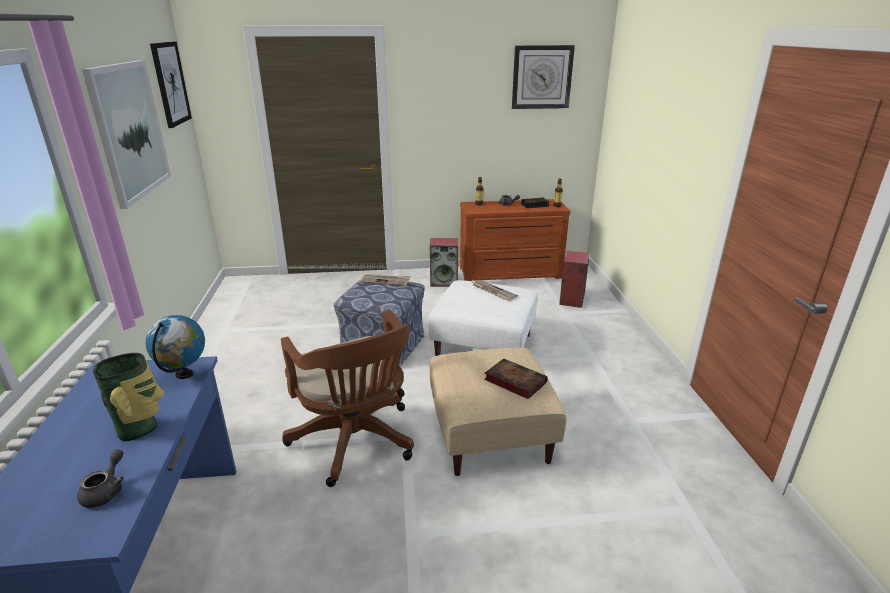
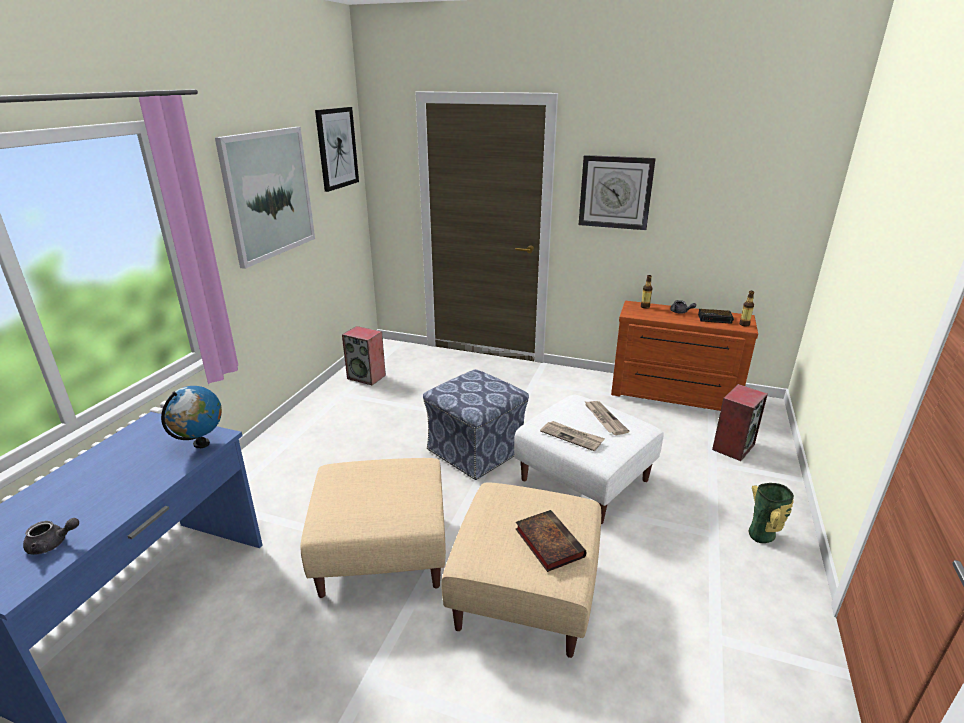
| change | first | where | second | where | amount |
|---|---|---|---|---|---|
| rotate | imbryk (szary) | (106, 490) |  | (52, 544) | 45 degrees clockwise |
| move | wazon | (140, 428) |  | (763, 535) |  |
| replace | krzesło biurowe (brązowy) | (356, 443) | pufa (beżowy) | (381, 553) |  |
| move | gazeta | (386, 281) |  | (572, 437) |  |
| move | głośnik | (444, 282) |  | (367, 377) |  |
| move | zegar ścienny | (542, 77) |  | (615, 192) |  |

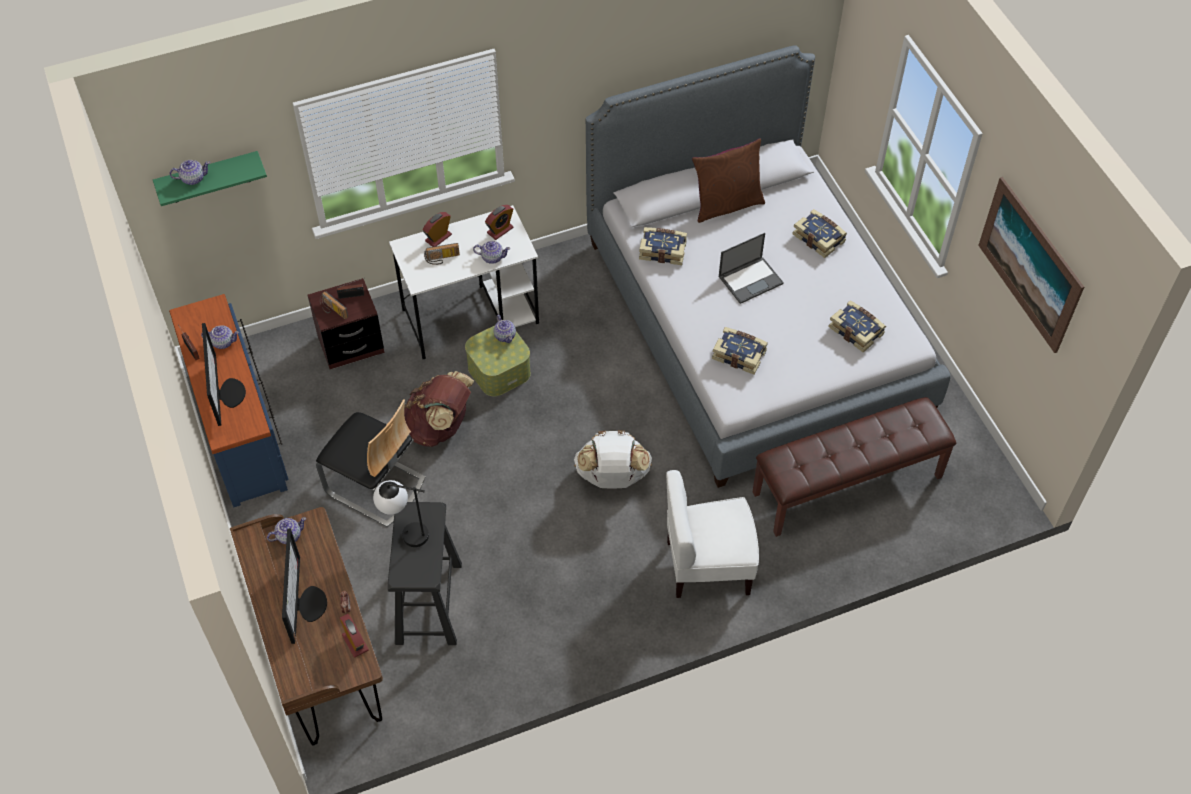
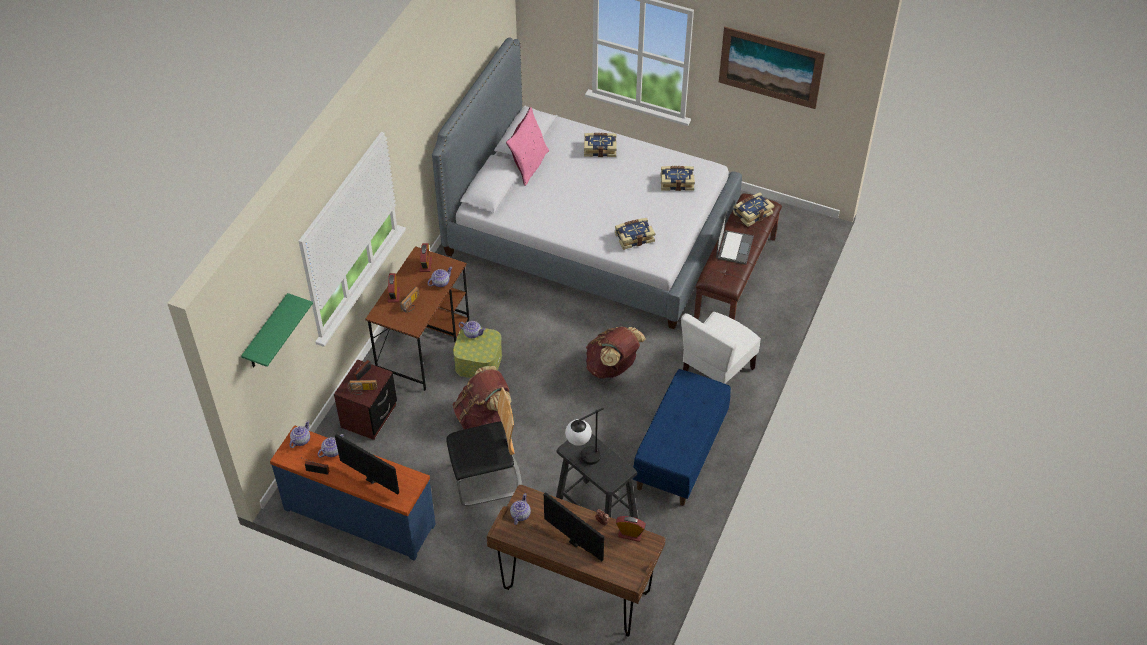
| change | first | where | second | where | amount |
|---|---|---|---|---|---|
| move | imbryk | (192, 178) |  | (300, 440) |  |
| recolor | biurko (biały) | (471, 316) | biurko (brązowy) | (424, 345) |  |
| recolor | plecak (biały) | (612, 476) | plecak (brązowy) | (612, 367) |  |
| move | książka | (663, 250) |  | (752, 213) |  |
| recolor | poduszka (brązowy) | (726, 204) | poduszka (różowy) | (528, 165) |  |
| move | laptop | (751, 279) |  | (734, 247) |  |
| insert |  |  | ławka (niebieski) | (680, 454) |  |

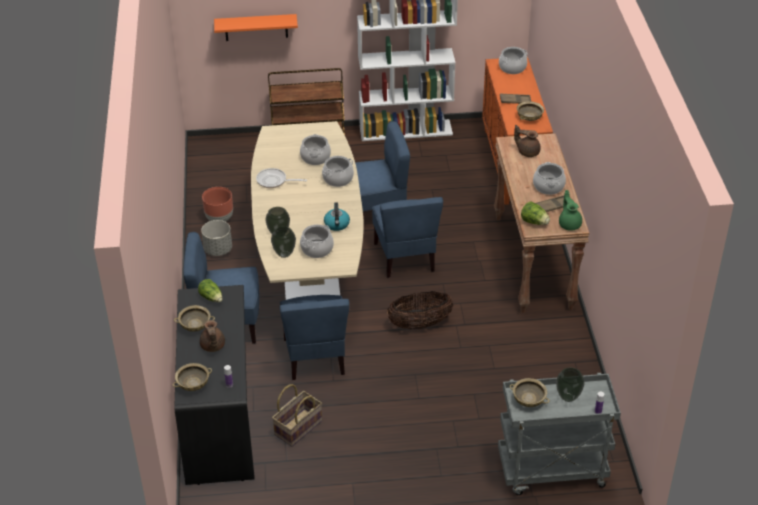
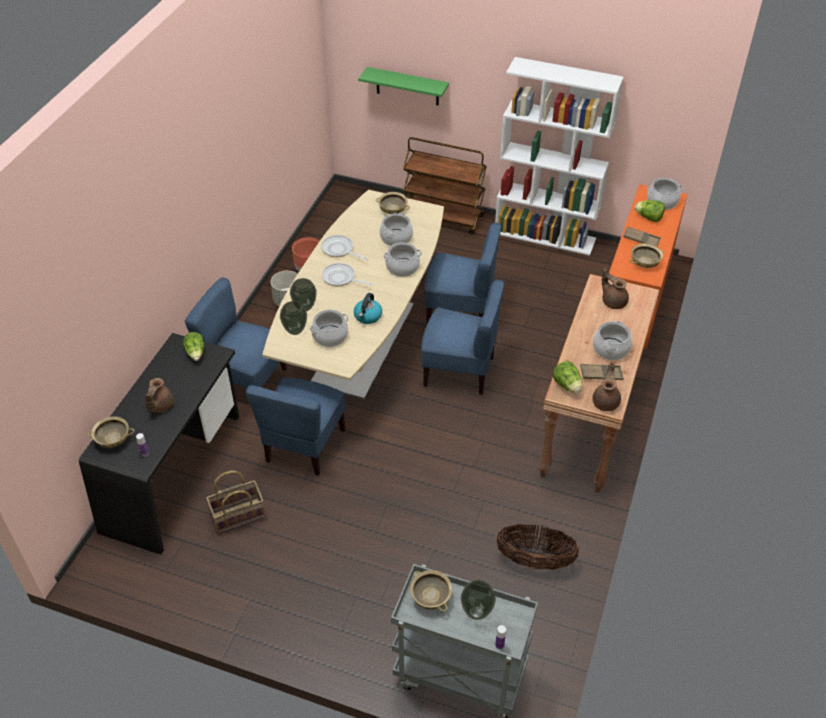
| change | first | where | second | where | amount |
|---|---|---|---|---|---|
| move | miska (beżowy) | (195, 326) |  | (393, 210) |  |
| recolor | półka (pomarańczowy) | (256, 27) | półka (zielony) | (407, 86) |  |
| rotate | krzesło (niebieski) | (405, 257) |  | (459, 371) | 90 degrees counterclockwise |
| move | koszyk | (419, 324) |  | (534, 560) |  |
| recolor | imbryk (zielony) | (569, 224) | imbryk (brązowy) | (606, 401) |  |
| insert |  |  | patelnia | (341, 278) |  |
| insert |  |  | sałata | (648, 218) |  |

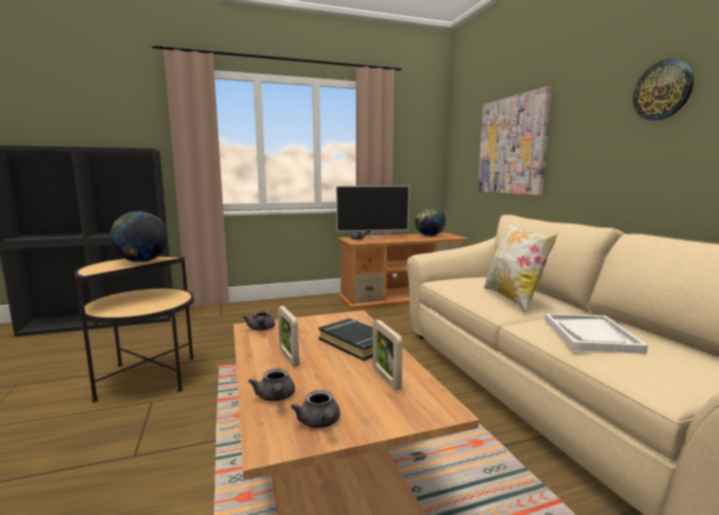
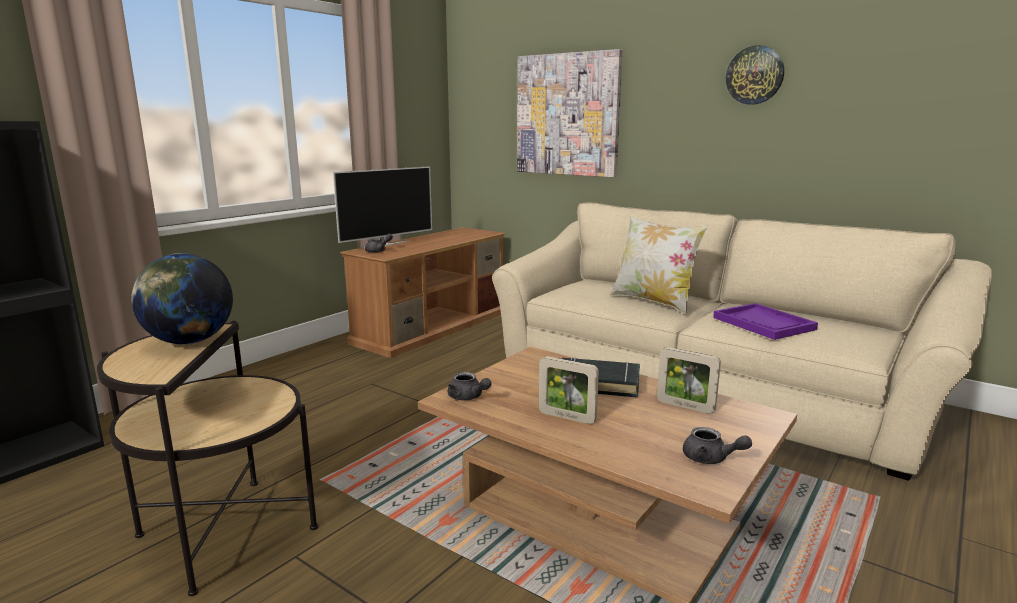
| change | first | where | second | where | amount |
|---|---|---|---|---|---|
| delete | imbryk (szary) | (275, 398) |  |  |  |
| delete | globus | (429, 236) |  |  |  |
| recolor | taca (biały) | (590, 335) | taca (fioletowy) | (764, 323) |  |

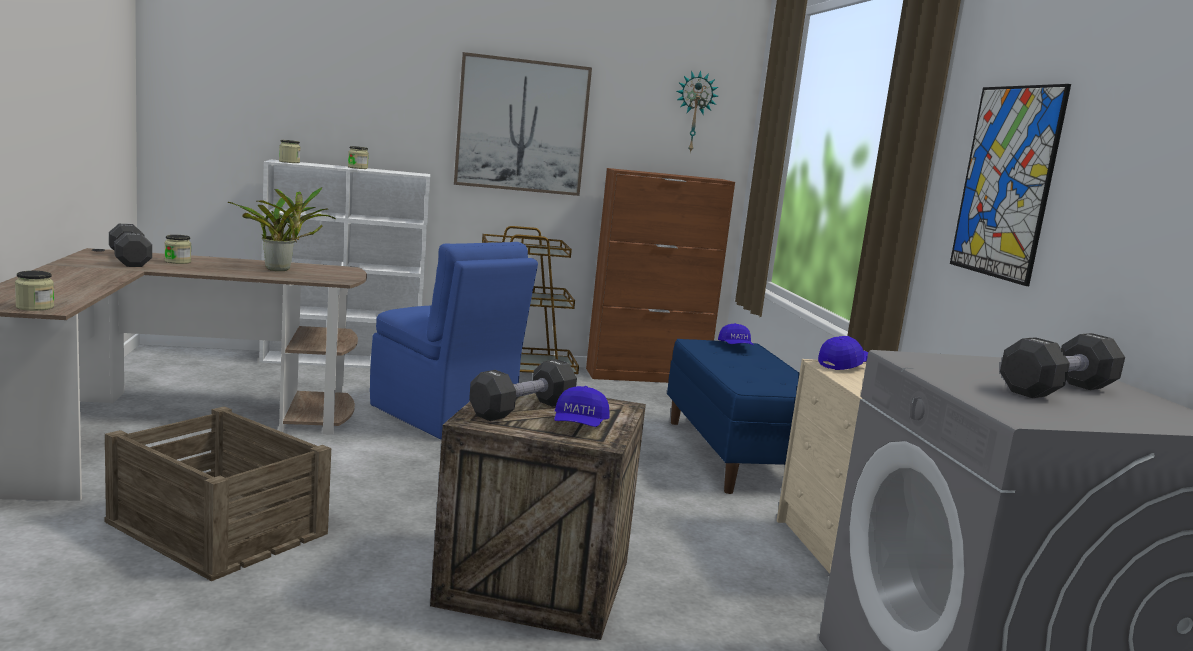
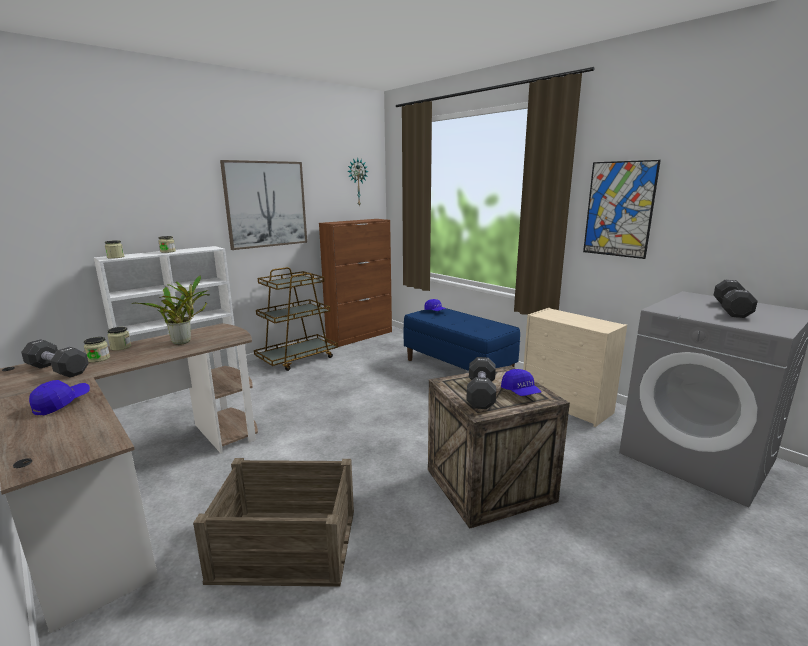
| change | first | where | second | where | amount |
|---|---|---|---|---|---|
| move | słoik | (35, 307) |  | (121, 347) |  |
| delete | krzesło (niebieski) | (443, 416) |  |  |  |
| move | czapka z daszkiem (niebieski) | (844, 365) |  | (62, 403) |  |

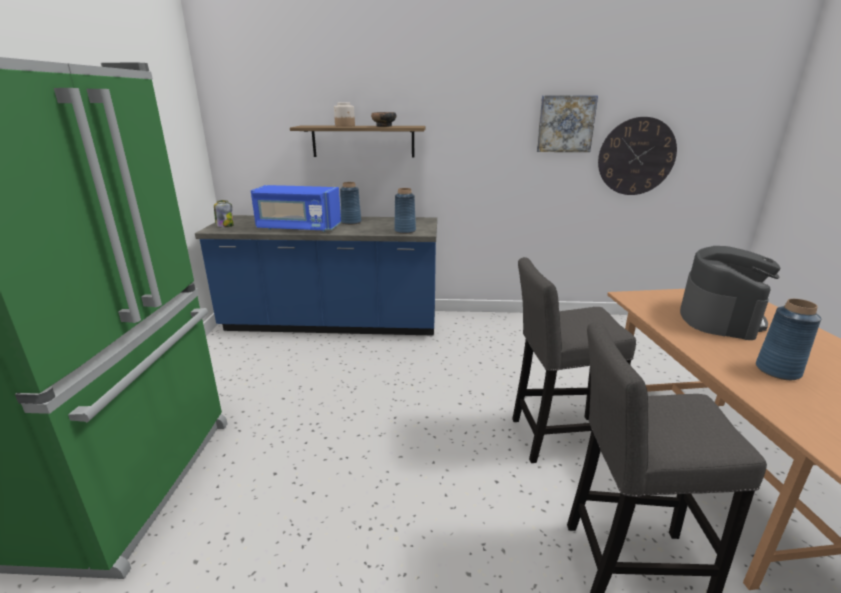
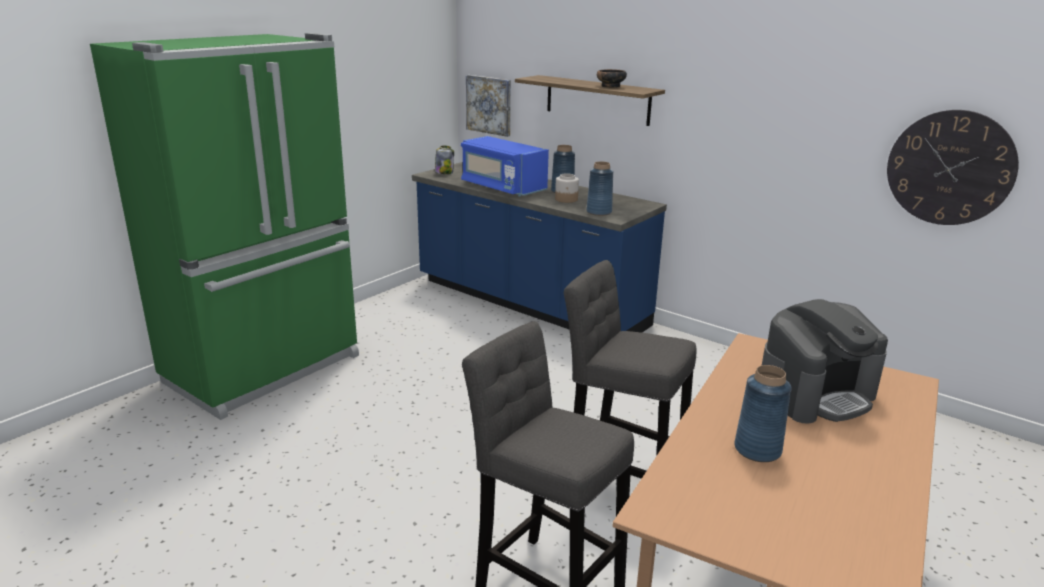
| change | first | where | second | where | amount |
|---|---|---|---|---|---|
| move | słoik | (345, 126) |  | (566, 199) |  |
| move | obraz | (565, 124) |  | (489, 105) |  |

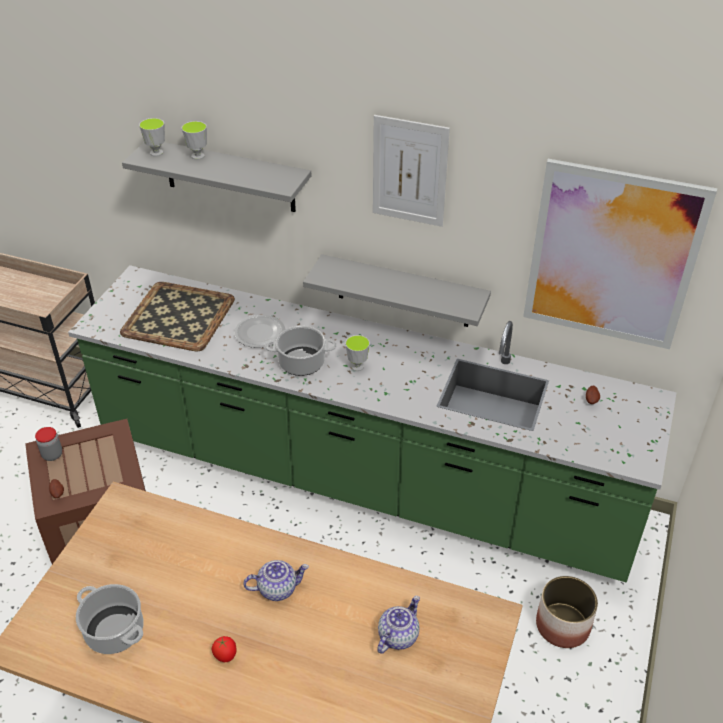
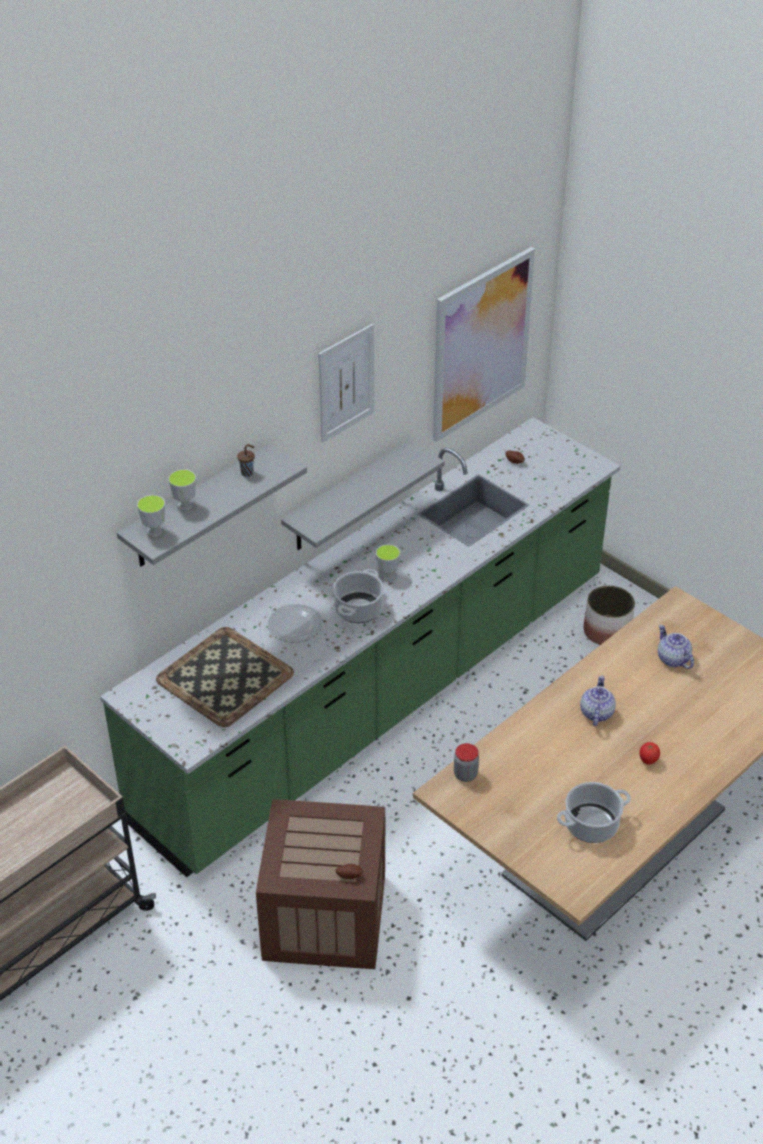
| change | first | where | second | where | amount |
|---|---|---|---|---|---|
| move | słoik | (52, 455) |  | (465, 774) |  |
| insert |  |  | filiżanka (brązowy) | (248, 473) |  |

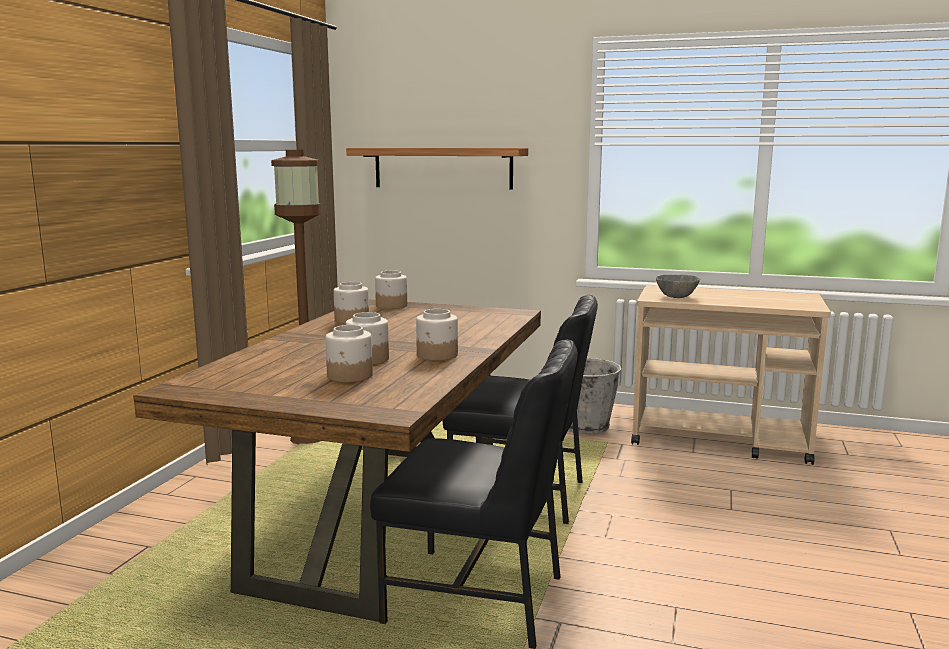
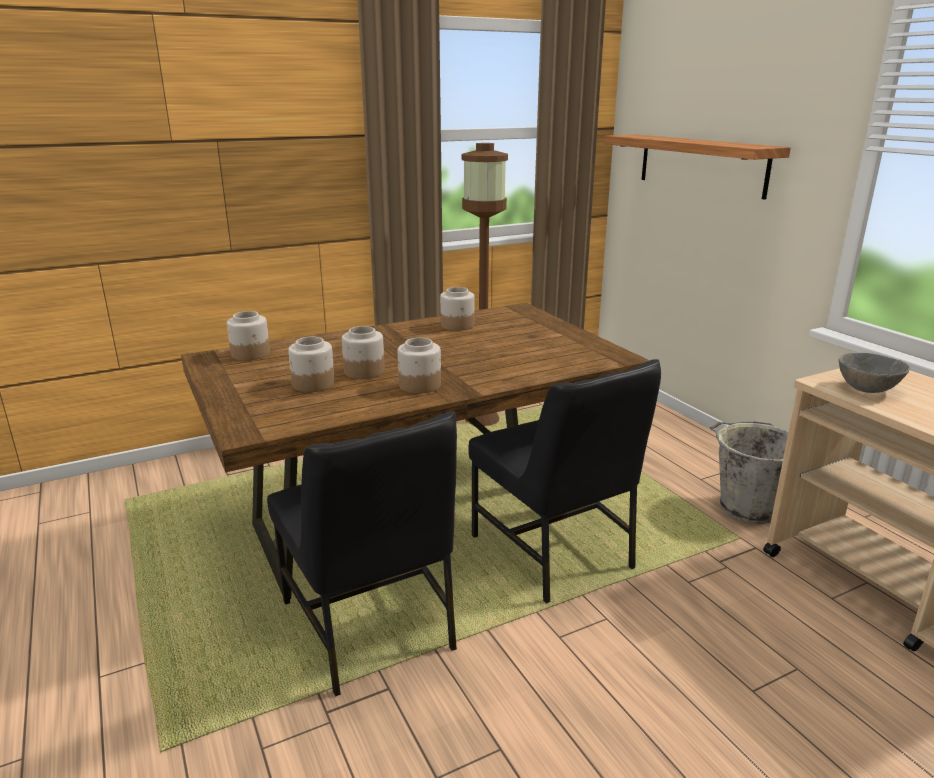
| change | first | where | second | where | amount |
|---|---|---|---|---|---|
| move | słoik | (392, 306) |  | (251, 354) |  |

